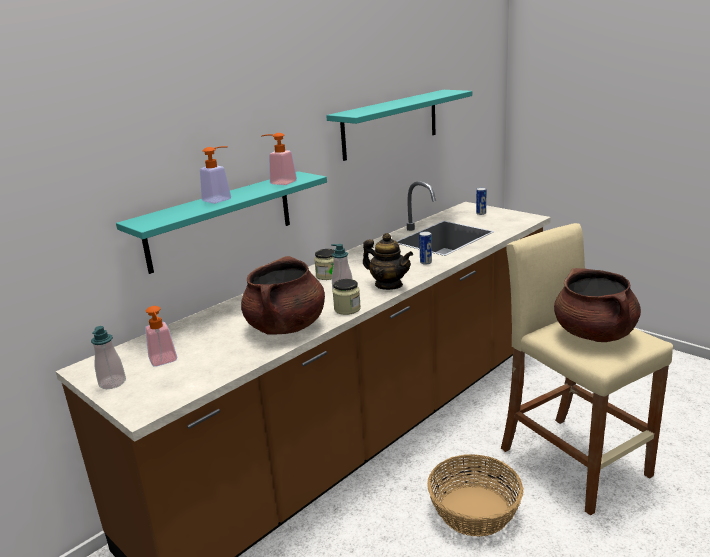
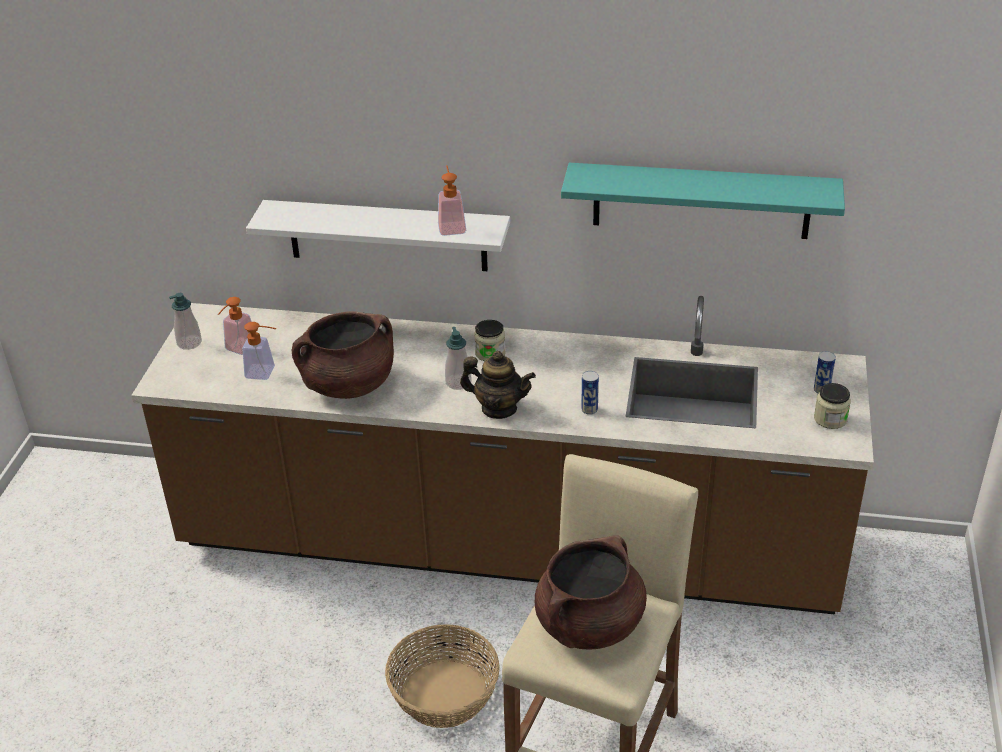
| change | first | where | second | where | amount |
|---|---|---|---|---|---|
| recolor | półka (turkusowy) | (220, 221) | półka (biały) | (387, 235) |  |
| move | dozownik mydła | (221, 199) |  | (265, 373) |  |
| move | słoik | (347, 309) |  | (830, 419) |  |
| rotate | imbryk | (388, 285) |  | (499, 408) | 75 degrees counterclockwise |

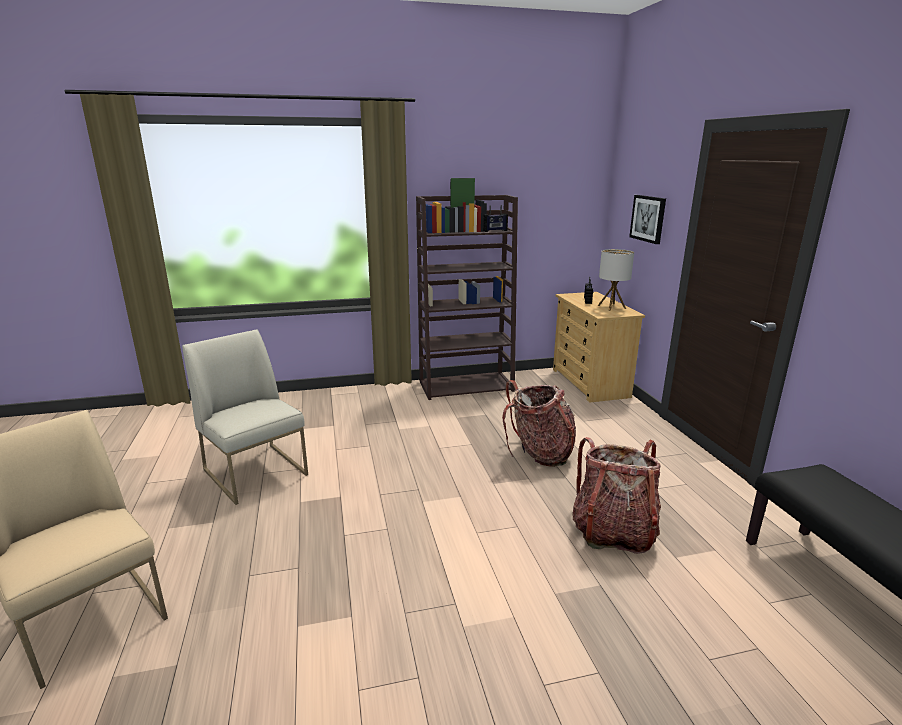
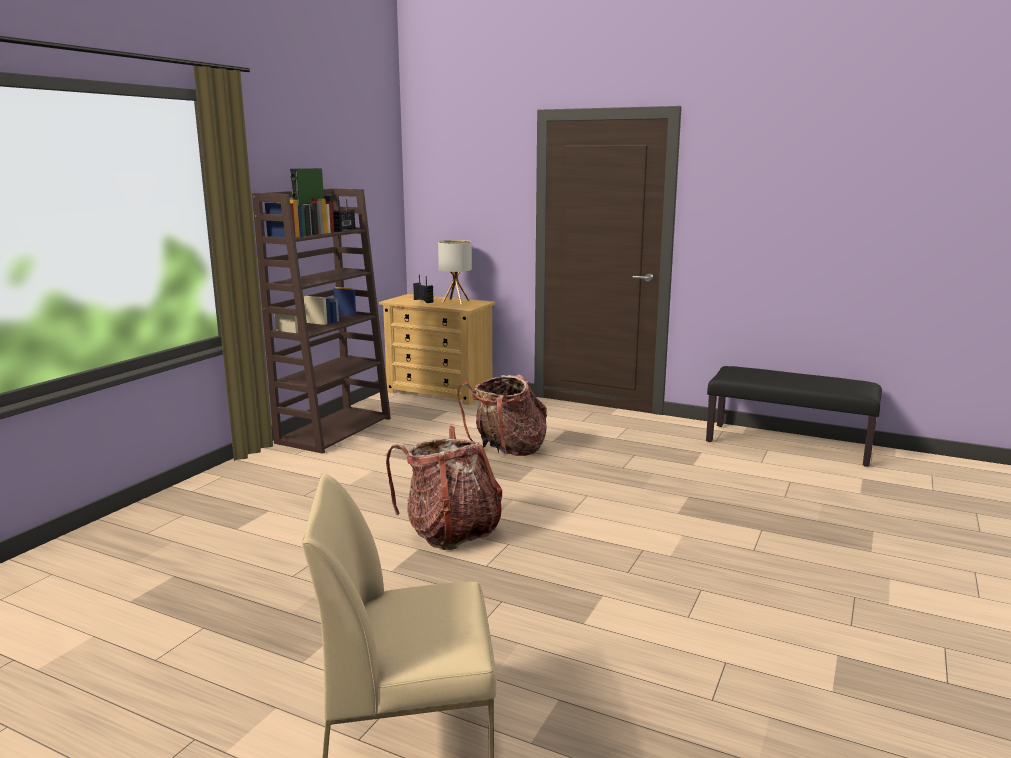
| change | first | where | second | where | amount |
|---|---|---|---|---|---|
| delete | krzesło (biały) | (256, 472) |  |  |  |
| move | plecak | (613, 531) |  | (450, 531) |  |
| delete | obraz | (648, 218) |  |  |  |

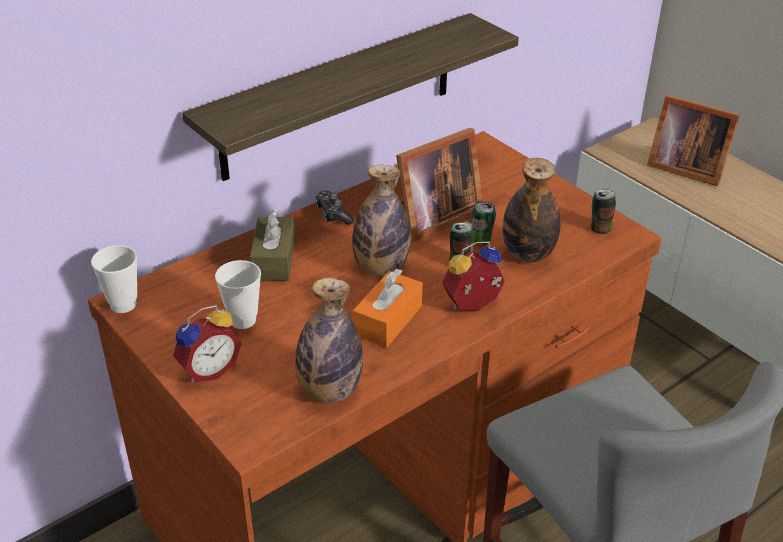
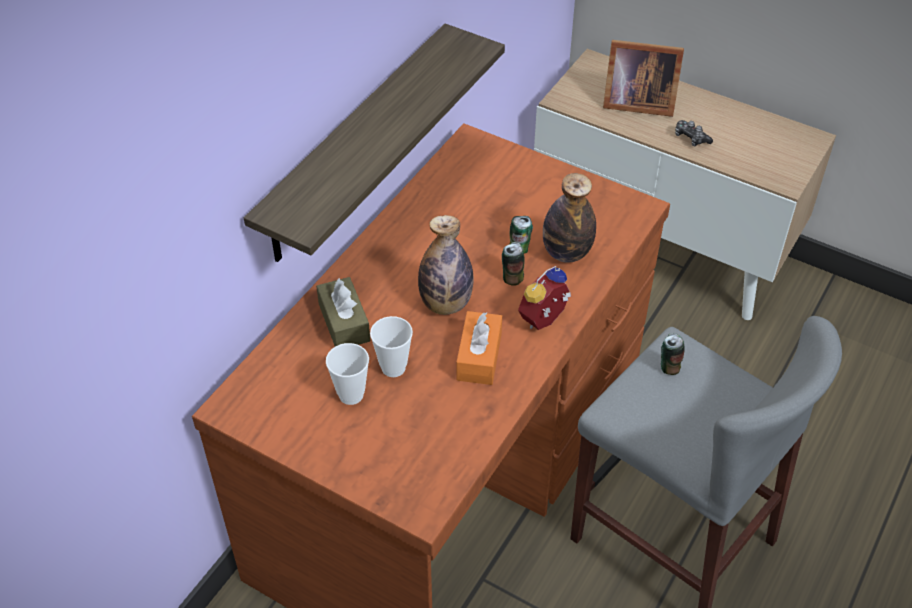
| change | first | where | second | where | amount |
|---|---|---|---|---|---|
| move | filiżanka | (123, 304) |  | (393, 367) |  |
| delete | budzik | (208, 369) |  |  |  |
| delete | butelka | (329, 391) |  |  |  |
| move | pad do gier | (333, 214) |  | (691, 138) |  |
| delete | ramka na zdjęcie | (431, 219) |  |  |  |
| move | puszka | (600, 228) |  | (669, 366) |  |

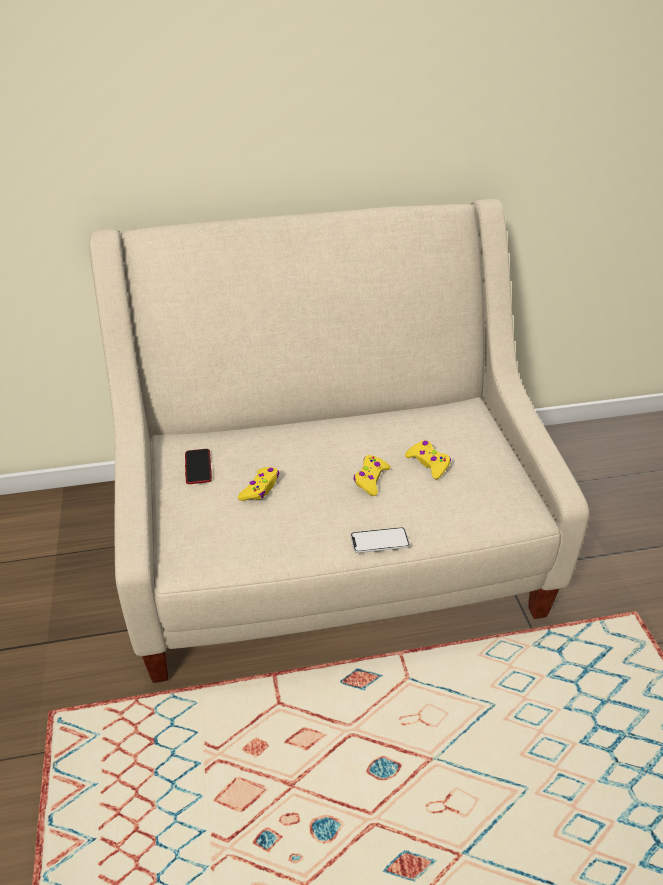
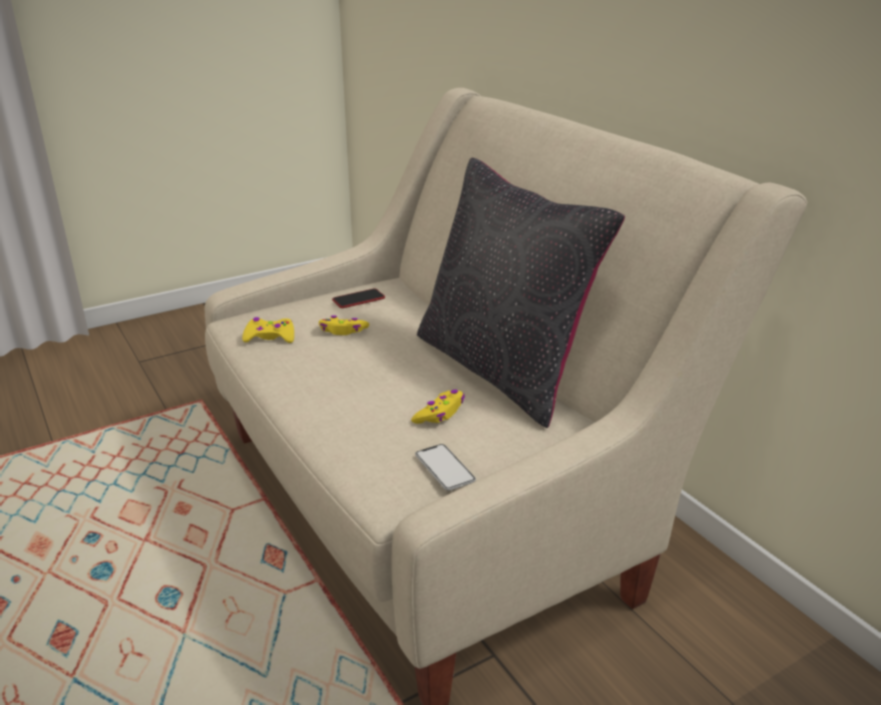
| change | first | where | second | where | amount |
|---|---|---|---|---|---|
| move | telefon | (379, 541) |  | (444, 468) |  |
| move | pad do gier (żółty) | (371, 479) |  | (270, 337) |  |
| insert |  |  | poduszka (czarny) | (502, 369) |  |

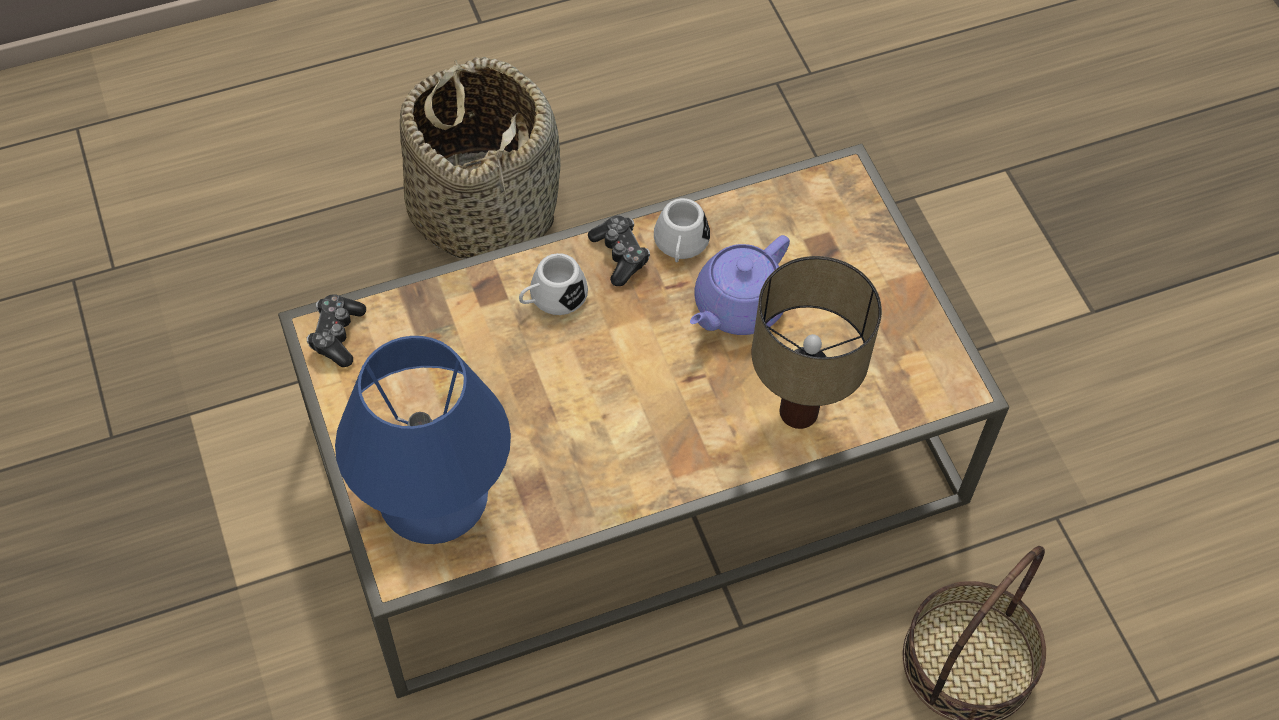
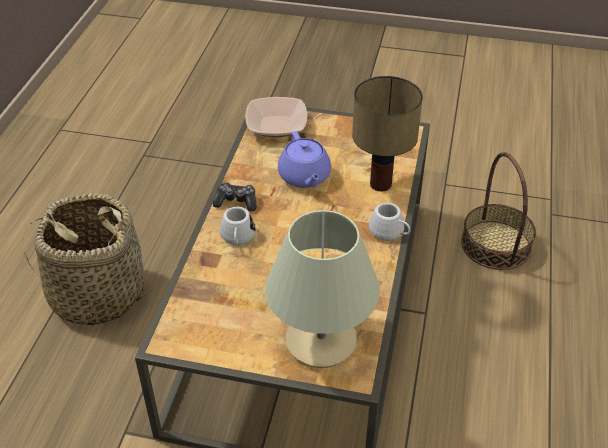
| change | first | where | second | where | amount |
|---|---|---|---|---|---|
| delete | pad do gier | (337, 335) |  |  |  |
| recolor | lampa stołowa (niebieski) | (432, 498) | lampa stołowa (beżowy) | (321, 341) |  |
| move | kubek (biały) | (680, 245) |  | (390, 232) |  |
| insert |  |  | miska | (276, 126) |  |

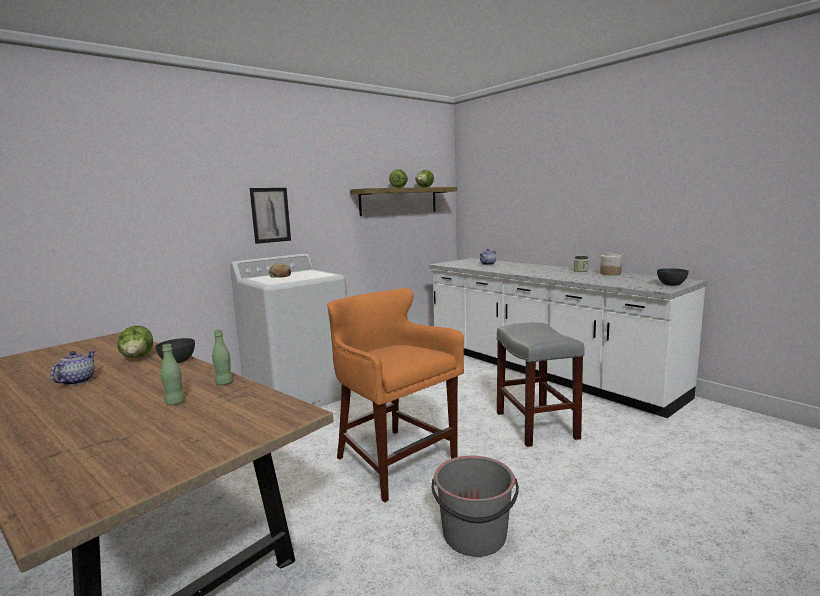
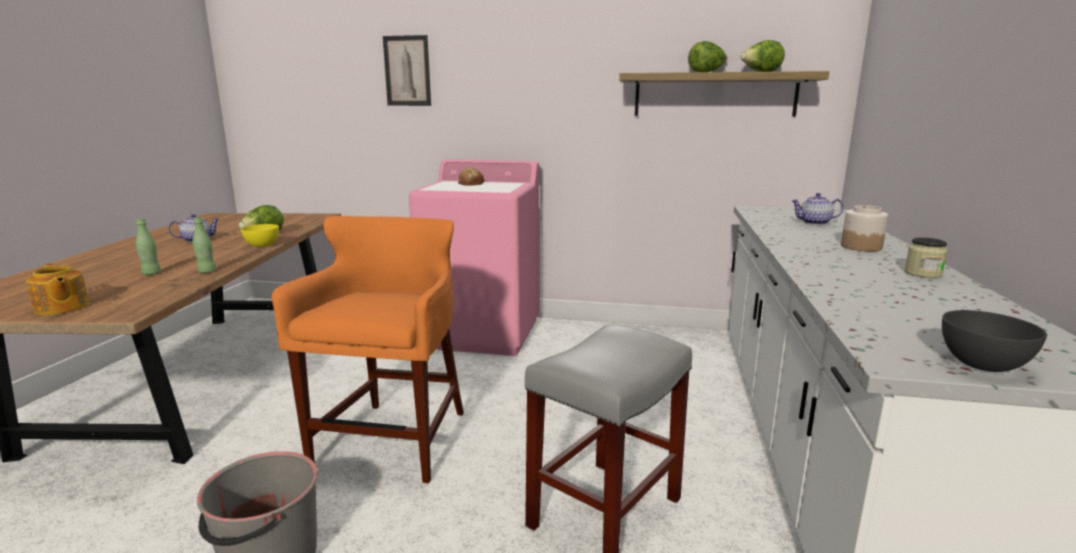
| change | first | where | second | where | amount |
|---|---|---|---|---|---|
| recolor | miska (szary) | (178, 361) | miska (żółty) | (262, 245) |  |
| recolor | pralka (biały) | (299, 395) | pralka (różowy) | (483, 333) |  |
| move | obraz | (270, 215) |  | (407, 71) |  |
| move | słoik | (610, 273) |  | (861, 247) |  |
| insert |  |  | imbryk | (61, 308) |  |

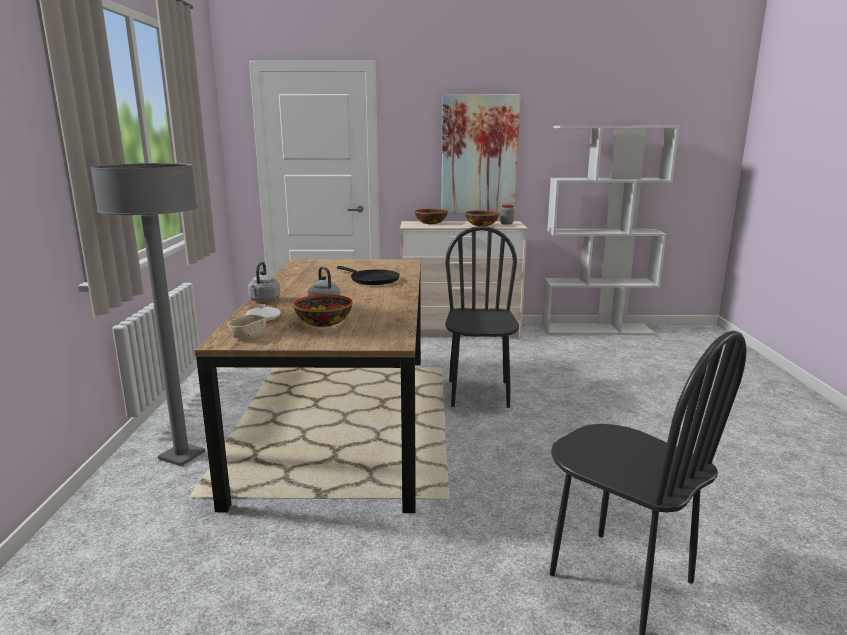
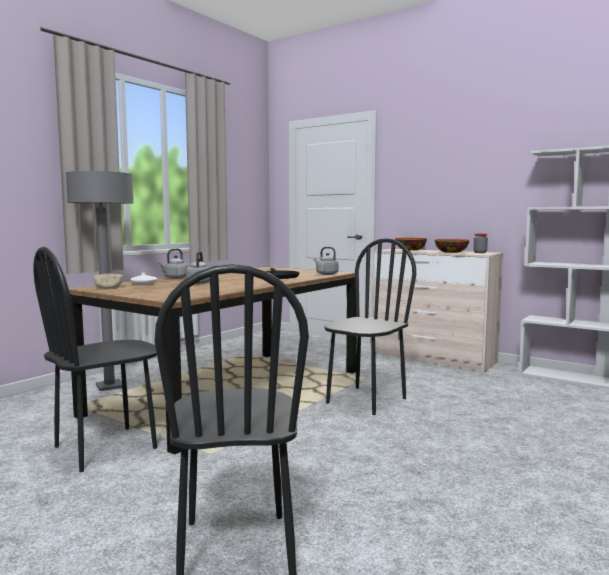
| change | first | where | second | where | amount |
|---|---|---|---|---|---|
| delete | miska | (323, 323) |  |  |  |
| delete | obraz | (479, 155) |  |  |  |
| insert |  |  | krzesło (czarny) | (106, 447) |  |
| insert |  |  | czajnik (szary) | (326, 274) |  |

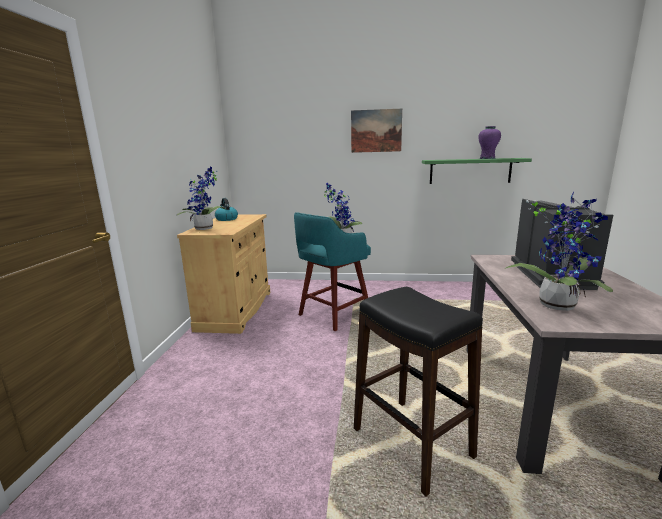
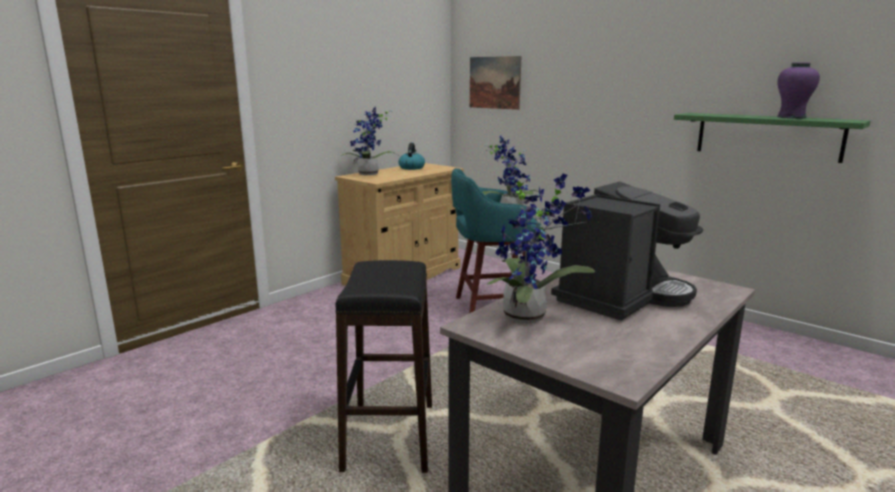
| change | first | where | second | where | amount |
|---|---|---|---|---|---|
| move | obraz | (376, 131) |  | (494, 82) |  |

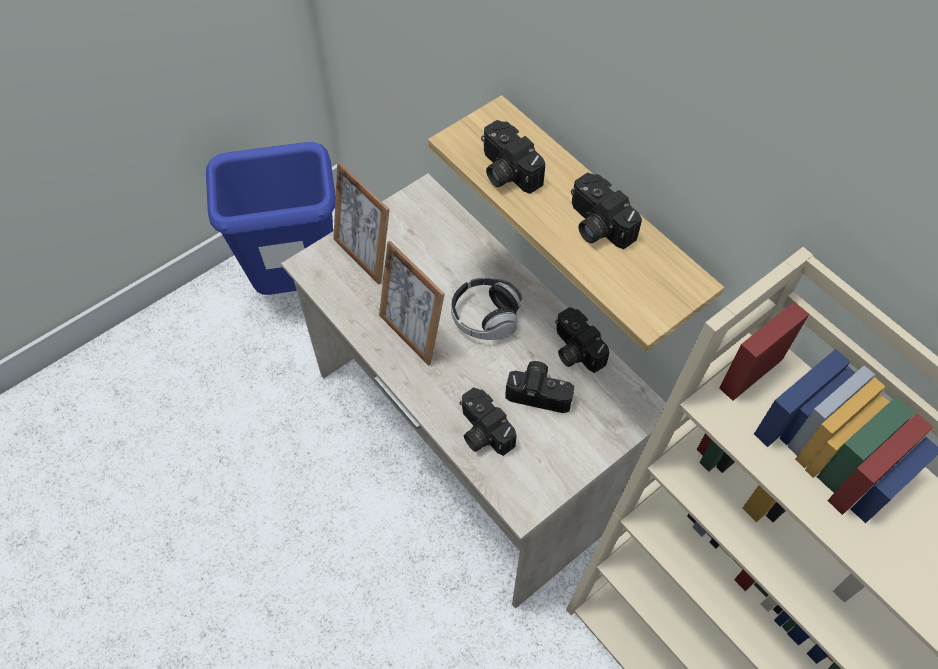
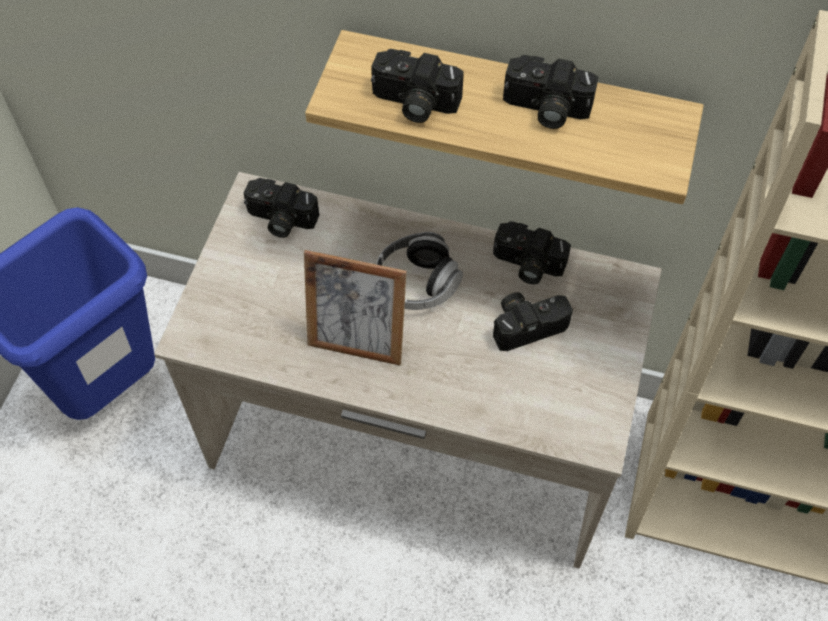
| change | first | where | second | where | amount |
|---|---|---|---|---|---|
| delete | ramka na zdjęcie | (364, 255) |  |  |  |
| move | aparat fotograficzny | (481, 432) |  | (280, 220) |  |

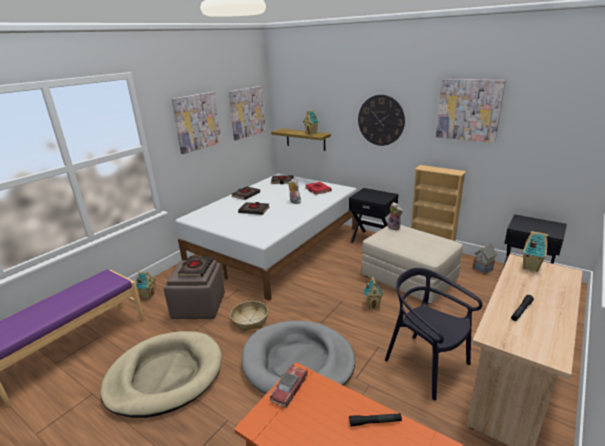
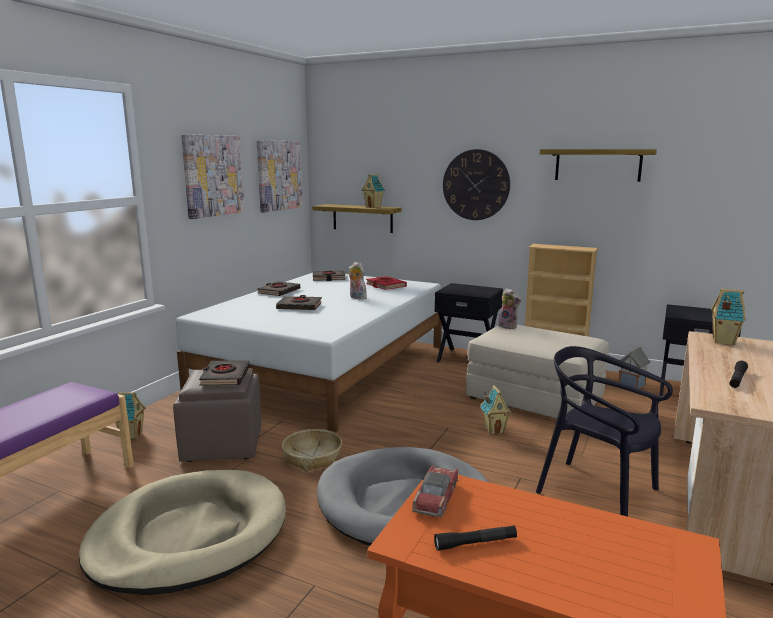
| change | first | where | second | where | amount |
|---|---|---|---|---|---|
| move | latarka (czarny) | (375, 422) |  | (475, 543) |  |
| replace | obraz | (468, 110) | półka | (597, 165) |  |

